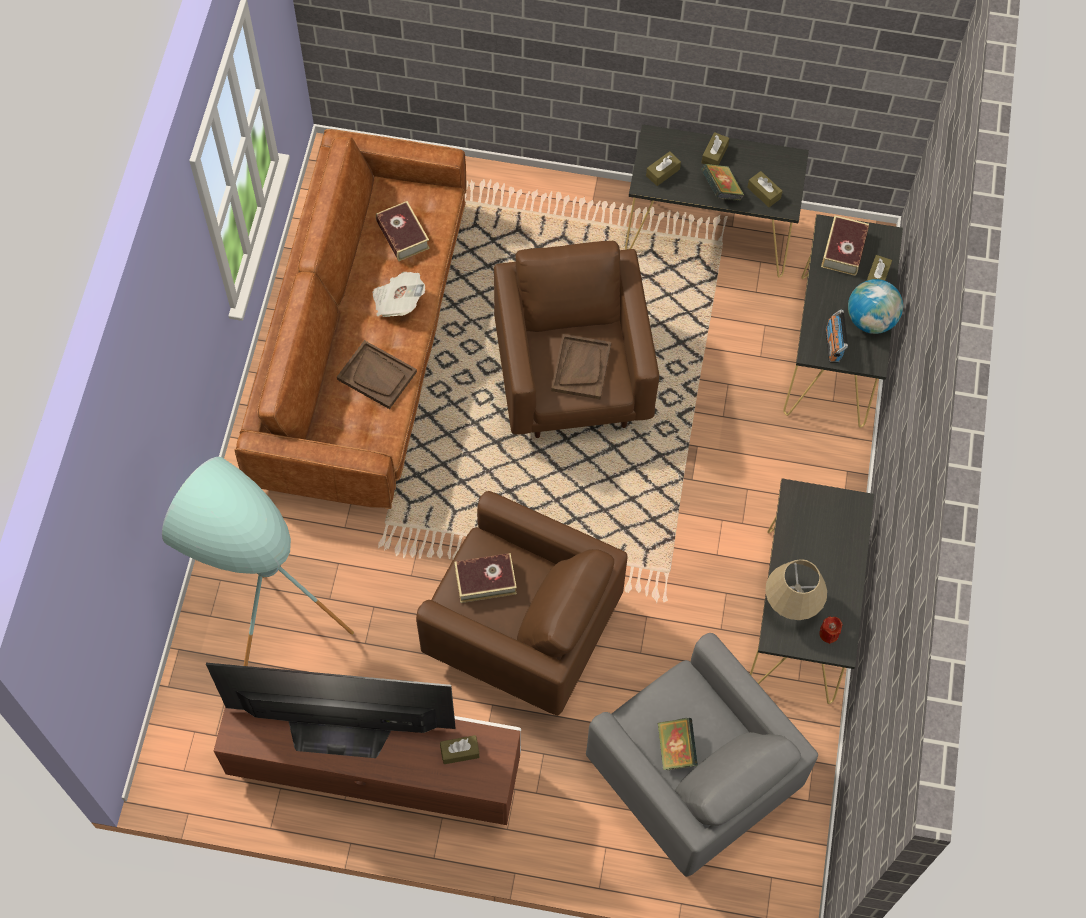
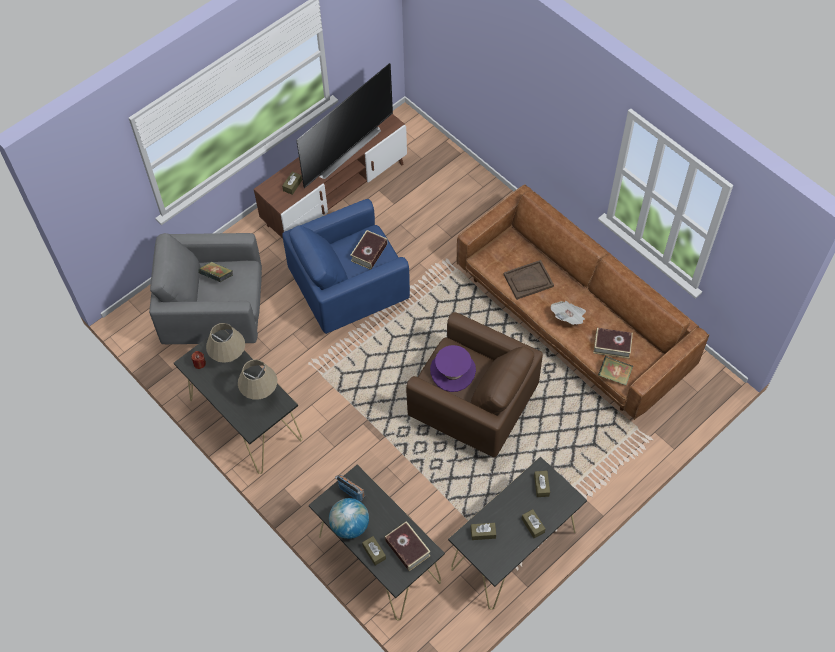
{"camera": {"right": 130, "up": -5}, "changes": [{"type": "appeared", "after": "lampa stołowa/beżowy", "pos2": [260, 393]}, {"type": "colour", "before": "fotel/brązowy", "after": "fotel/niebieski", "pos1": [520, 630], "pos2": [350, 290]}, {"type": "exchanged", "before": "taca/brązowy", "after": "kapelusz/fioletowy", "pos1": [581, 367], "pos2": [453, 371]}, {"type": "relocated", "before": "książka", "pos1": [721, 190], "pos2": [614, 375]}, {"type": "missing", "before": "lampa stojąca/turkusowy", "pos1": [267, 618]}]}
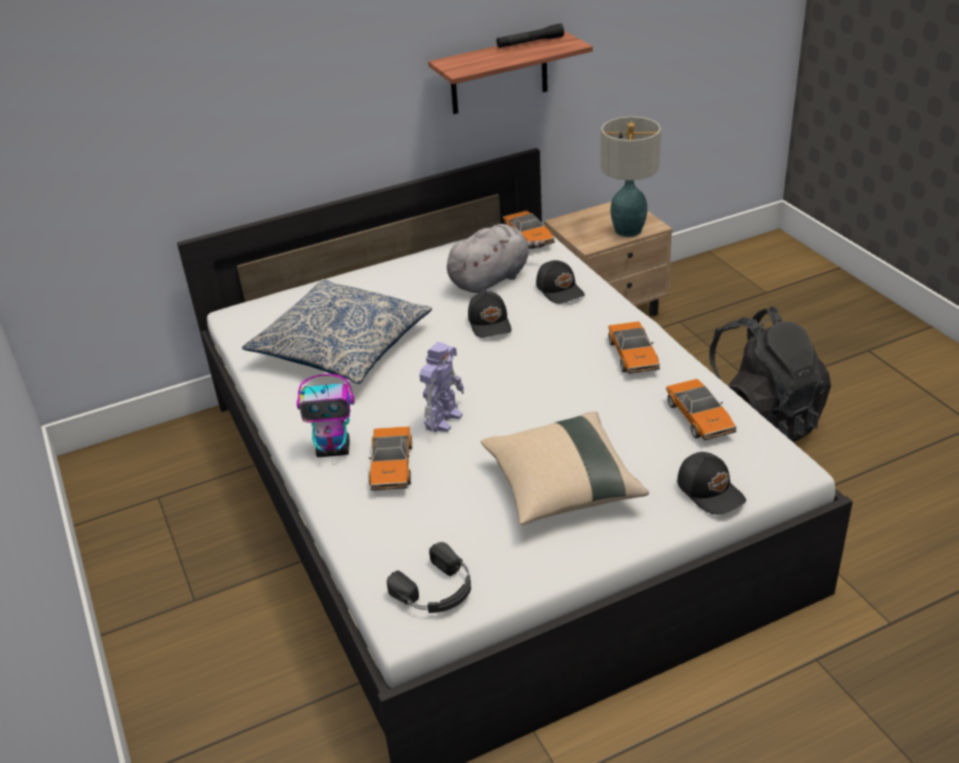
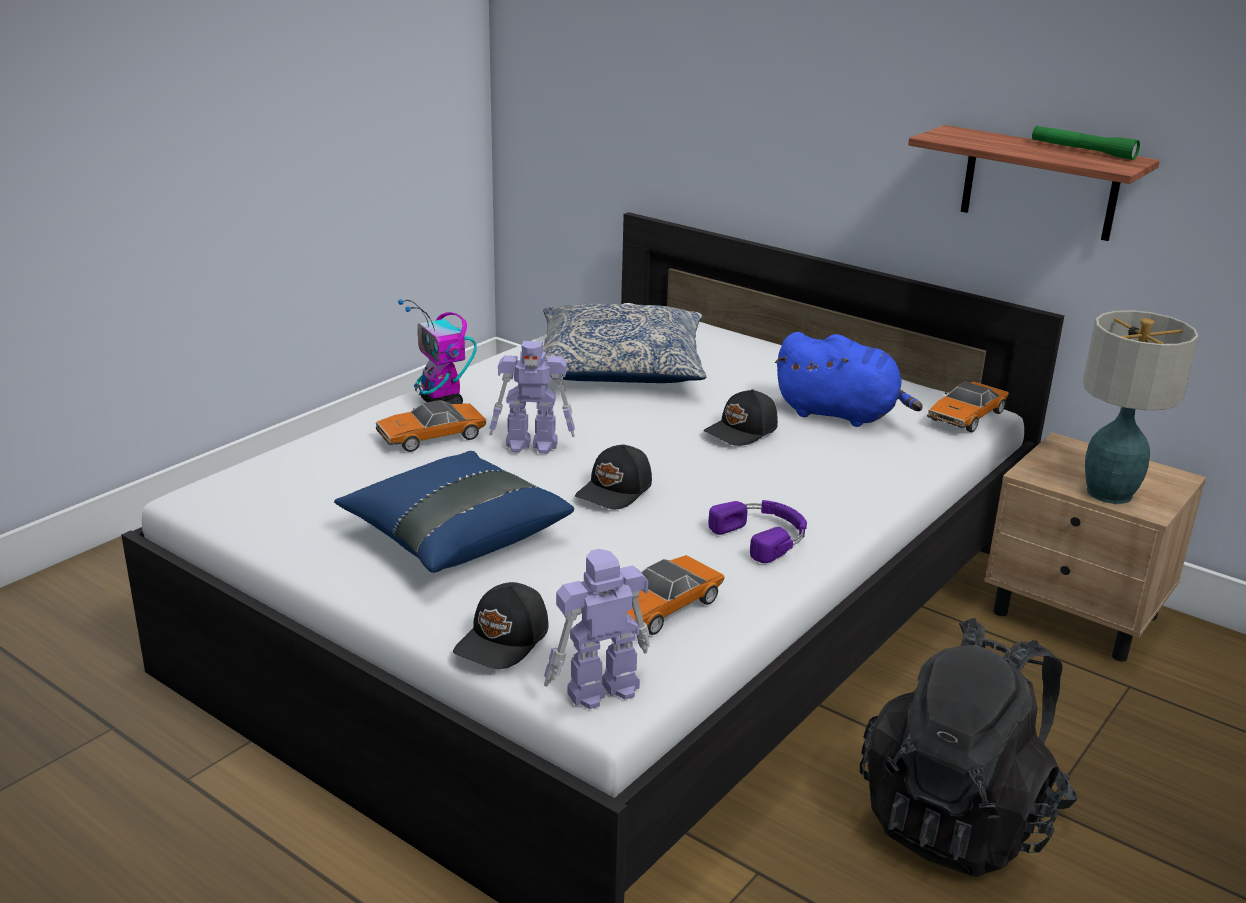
{"camera": {"right": 60, "up": -10}, "changes": [{"type": "colour", "before": "poduszka/beżowy", "after": "poduszka/niebieski", "pos1": [562, 486], "pos2": [454, 537]}, {"type": "appeared", "after": "robot zabawkowy", "pos2": [600, 690]}, {"type": "relocated", "before": "czapka z daszkiem/czarny", "pos1": [560, 290], "pos2": [615, 491]}, {"type": "exchanged", "before": "samochodzik", "after": "słuchawki/fioletowy", "pos1": [633, 356], "pos2": [764, 536]}, {"type": "colour", "before": "pluszak/szary", "after": "pluszak/niebieski", "pos1": [491, 279], "pos2": [841, 414]}, {"type": "colour", "before": "latarka/czarny", "after": "latarka/zielony", "pos1": [530, 42], "pos2": [1082, 151]}, {"type": "missing", "before": "słuchawki/czarny", "pos1": [437, 590]}]}
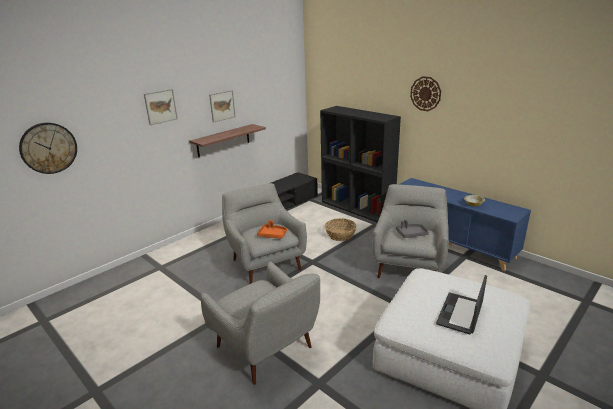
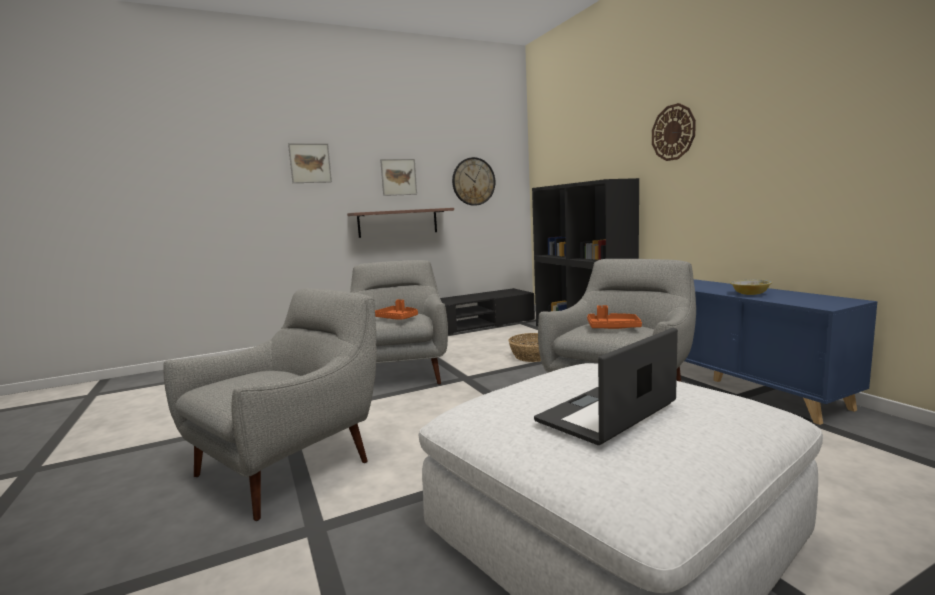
{"camera": {"right": 20, "up": -15}, "changes": [{"type": "spun", "before": "fotel/szary", "pos1": [266, 349], "pos2": [290, 465], "turn": -120}, {"type": "relocated", "before": "zegar ścienny", "pos1": [48, 148], "pos2": [473, 181]}, {"type": "colour", "before": "taca/szary", "after": "taca/pomarańczowy", "pos1": [411, 234], "pos2": [612, 328]}]}
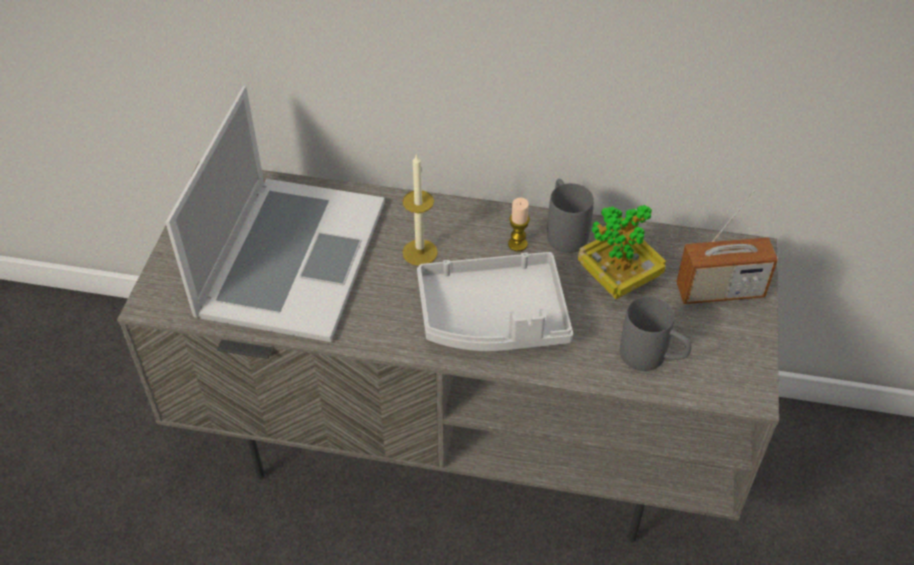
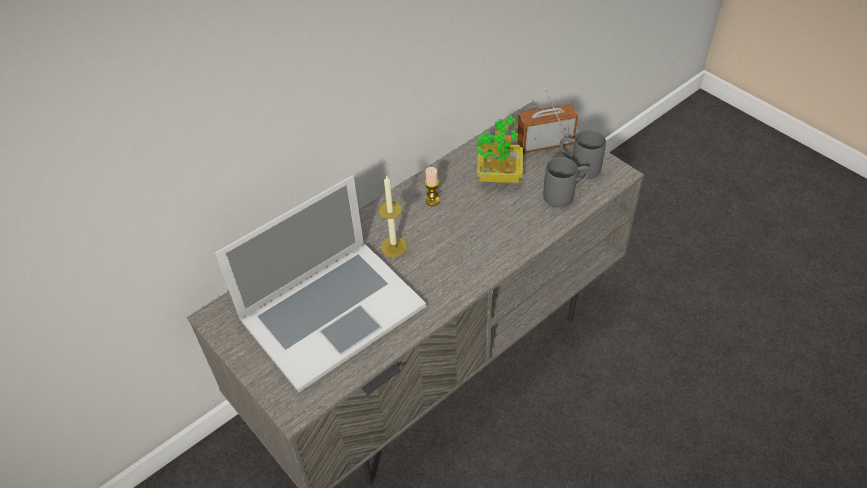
{"camera": {"right": -50, "up": 0}, "changes": [{"type": "spun", "before": "laptop", "pos1": [290, 257], "pos2": [331, 311], "turn": 90}, {"type": "spun", "before": "radio", "pos1": [720, 291], "pos2": [545, 143], "turn": -135}, {"type": "relocated", "before": "kubek/szary", "pos1": [564, 230], "pos2": [578, 167]}, {"type": "missing", "before": "taca/szary", "pos1": [493, 318]}]}
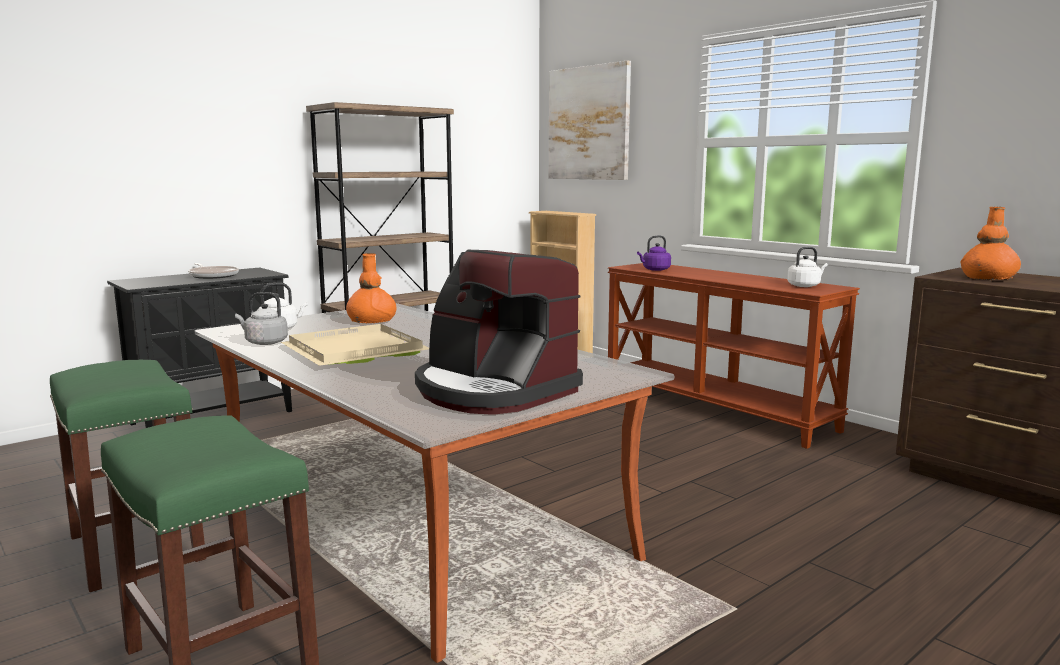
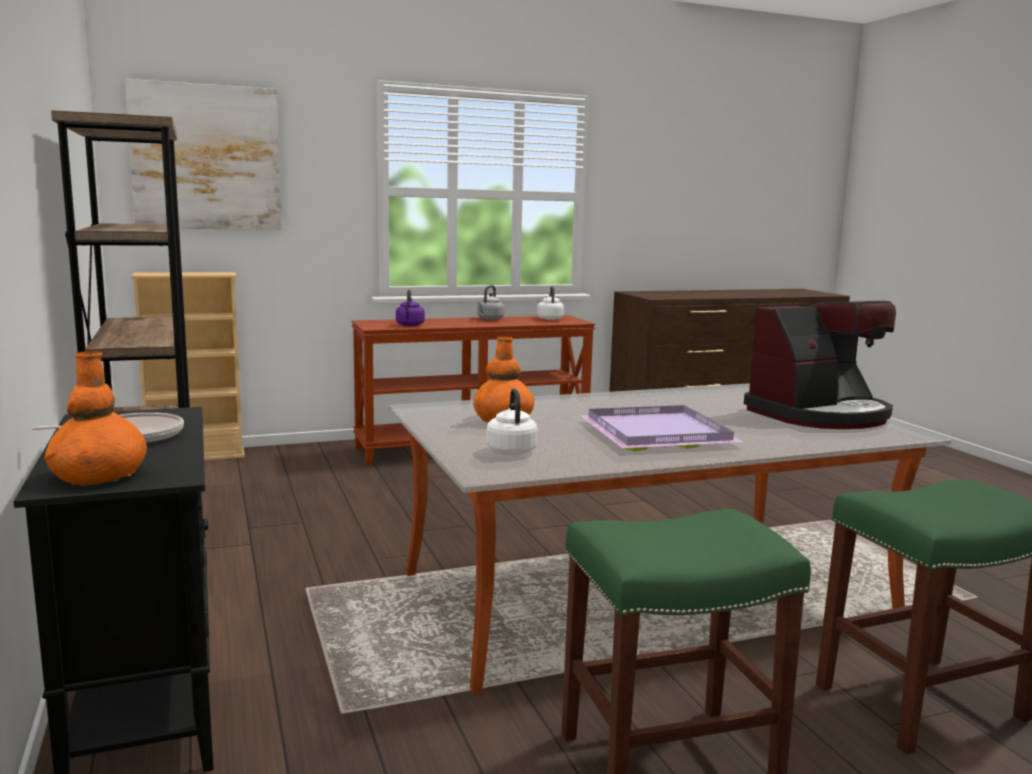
{"camera": {"right": -70, "up": 0}, "changes": [{"type": "relocated", "before": "wazon/pomarańczowy", "pos1": [988, 278], "pos2": [99, 475]}, {"type": "relocated", "before": "czajnik/szary", "pos1": [264, 342], "pos2": [489, 319]}, {"type": "colour", "before": "taca/beżowy", "after": "taca/fioletowy", "pos1": [358, 351], "pos2": [658, 433]}]}
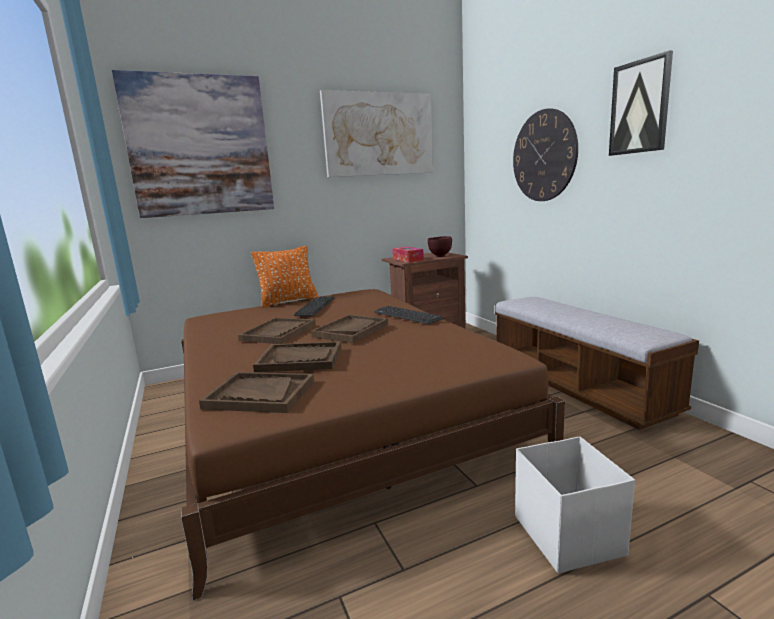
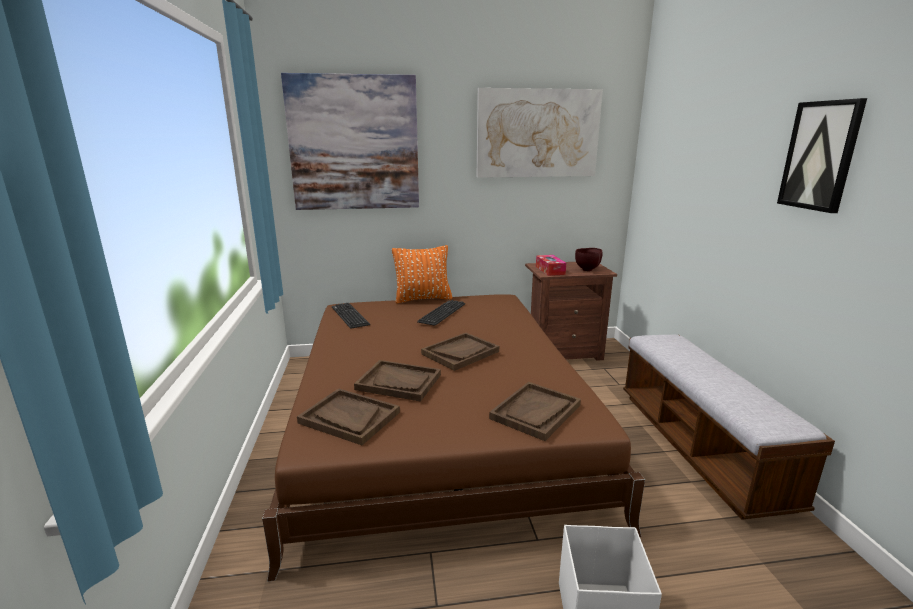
{"camera": {"right": 15, "up": 5}, "changes": [{"type": "relocated", "before": "klawiatura", "pos1": [407, 316], "pos2": [350, 316]}, {"type": "relocated", "before": "taca/brązowy", "pos1": [278, 332], "pos2": [535, 412]}, {"type": "missing", "before": "zegar ścienny", "pos1": [544, 156]}]}
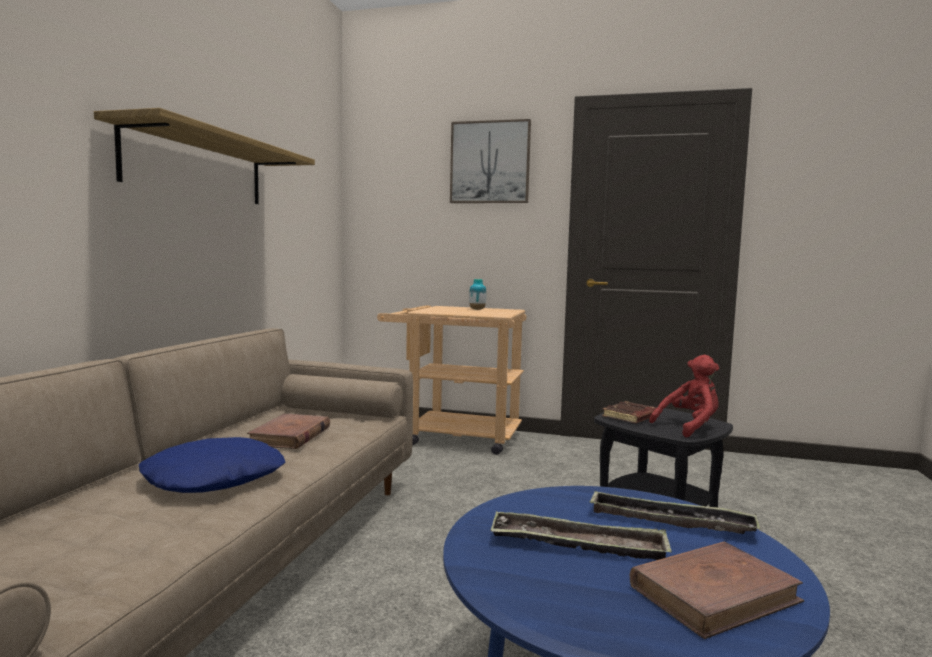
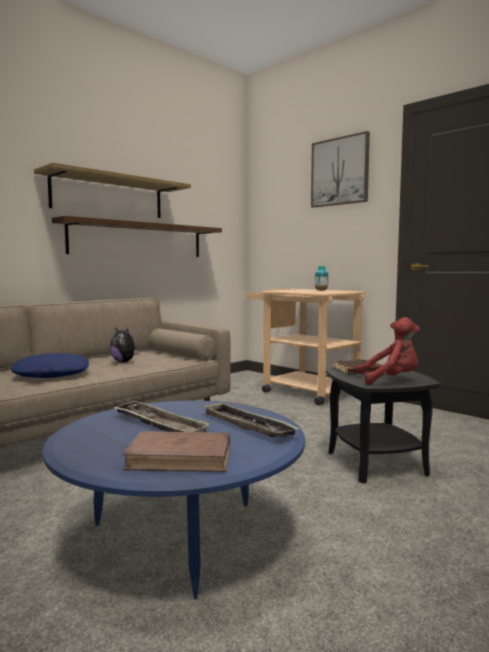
{"camera": {"right": 30, "up": 0}, "changes": [{"type": "appeared", "after": "półka/brązowy", "pos2": [138, 240]}, {"type": "exchanged", "before": "książka/brązowy", "after": "pluszak", "pos1": [290, 436], "pos2": [124, 362]}]}
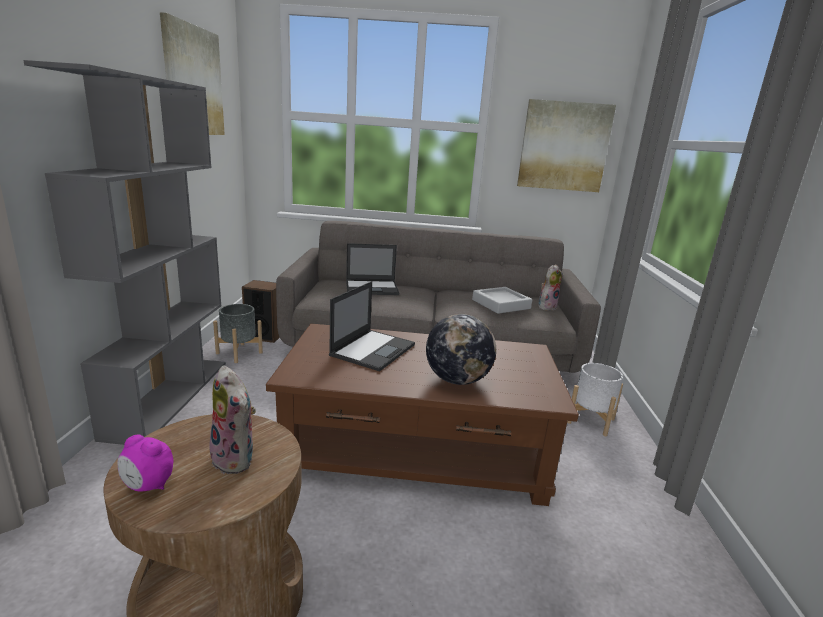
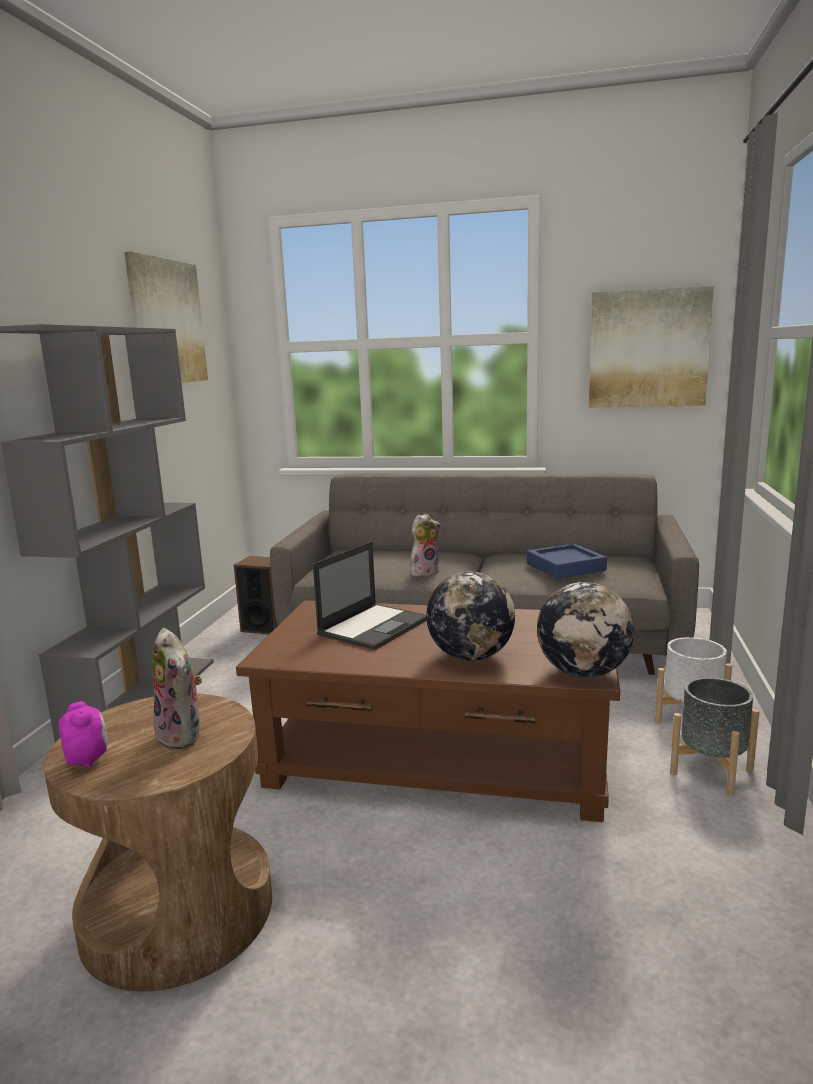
{"camera": {"right": 10, "up": -5}, "changes": [{"type": "spun", "before": "budzik", "pos1": [148, 486], "pos2": [88, 760], "turn": -150}, {"type": "relocated", "before": "pluszak", "pos1": [546, 307], "pos2": [424, 572]}, {"type": "colour", "before": "taca/szary", "after": "taca/niebieski", "pos1": [501, 304], "pos2": [565, 567]}, {"type": "appeared", "after": "globus", "pos2": [583, 672]}, {"type": "relocated", "before": "donica/szary", "pos1": [239, 353], "pos2": [712, 771]}, {"type": "missing", "before": "laptop", "pos1": [372, 288]}]}
